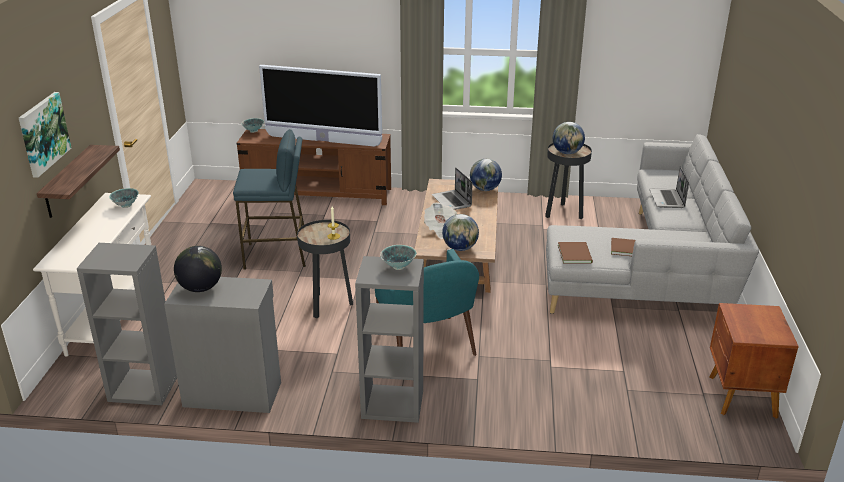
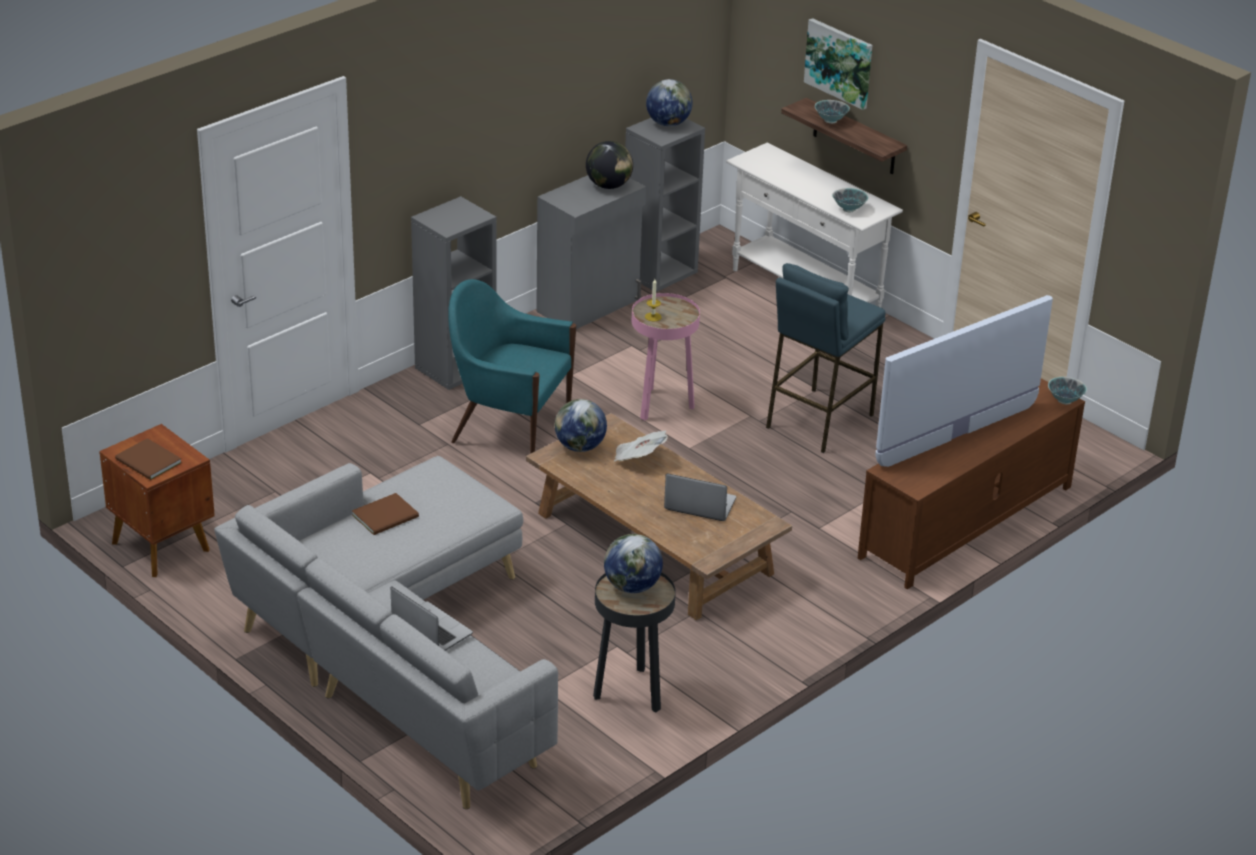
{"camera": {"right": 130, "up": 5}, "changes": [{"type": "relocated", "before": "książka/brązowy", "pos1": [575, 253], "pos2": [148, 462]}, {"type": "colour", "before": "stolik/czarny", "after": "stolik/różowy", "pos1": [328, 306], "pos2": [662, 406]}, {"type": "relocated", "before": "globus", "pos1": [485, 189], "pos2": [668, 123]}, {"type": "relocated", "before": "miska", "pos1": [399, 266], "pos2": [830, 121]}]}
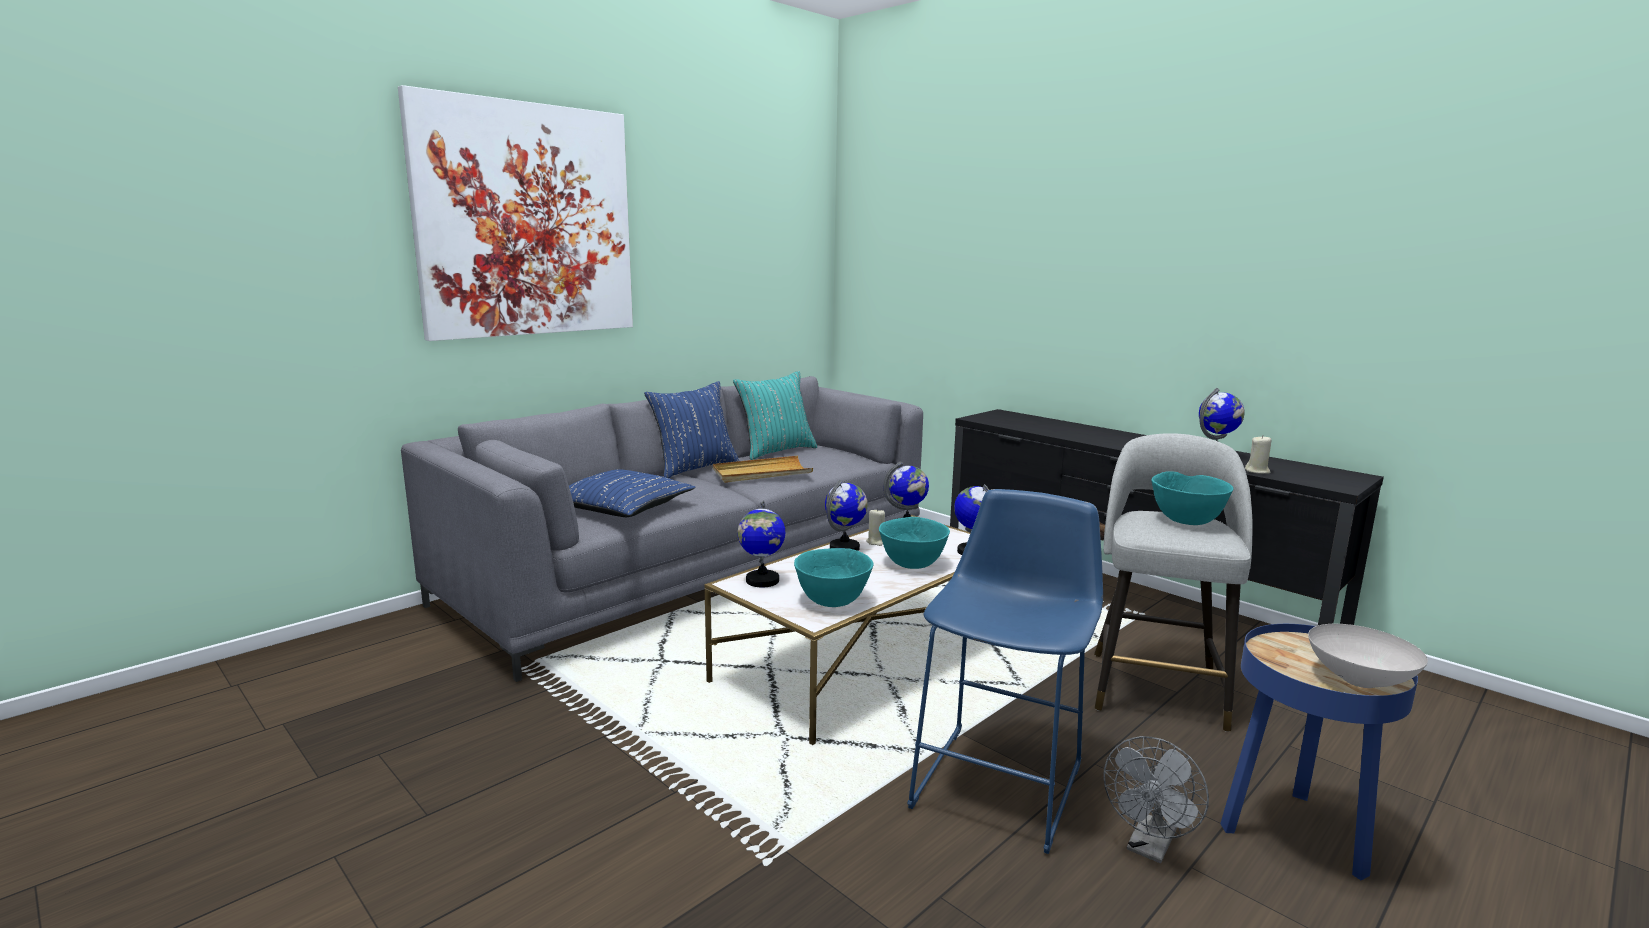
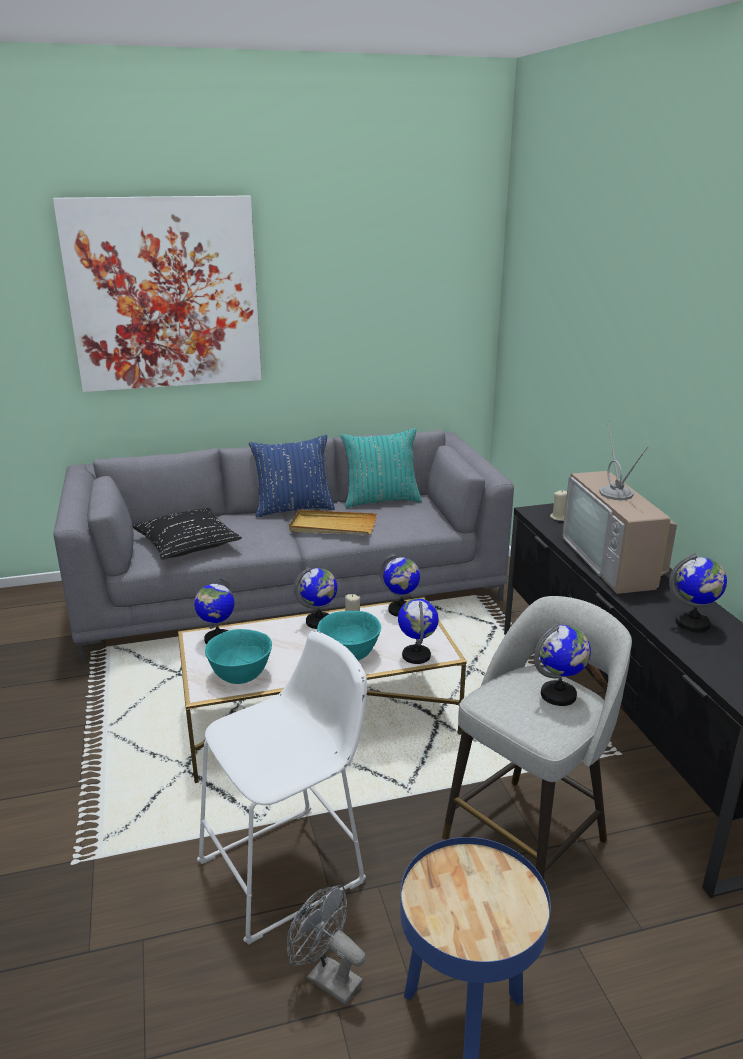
{"camera": {"right": 30, "up": 10}, "changes": [{"type": "colour", "before": "poduszka/niebieski", "after": "poduszka/czarny", "pos1": [621, 507], "pos2": [187, 543]}, {"type": "colour", "before": "stołek/niebieski", "after": "stołek/biały", "pos1": [1002, 780], "pos2": [290, 869]}, {"type": "spun", "before": "wentylator/szary", "pos1": [1149, 848], "pos2": [326, 977], "turn": 60}, {"type": "exchanged", "before": "miska/turkusowy", "after": "globus", "pos1": [1186, 520], "pos2": [559, 695]}, {"type": "relocated", "before": "świeca/beżowy", "pos1": [1257, 471], "pos2": [559, 517]}, {"type": "appeared", "after": "telewizor", "pos2": [615, 562]}, {"type": "missing", "before": "miska/biały", "pos1": [1358, 680]}]}
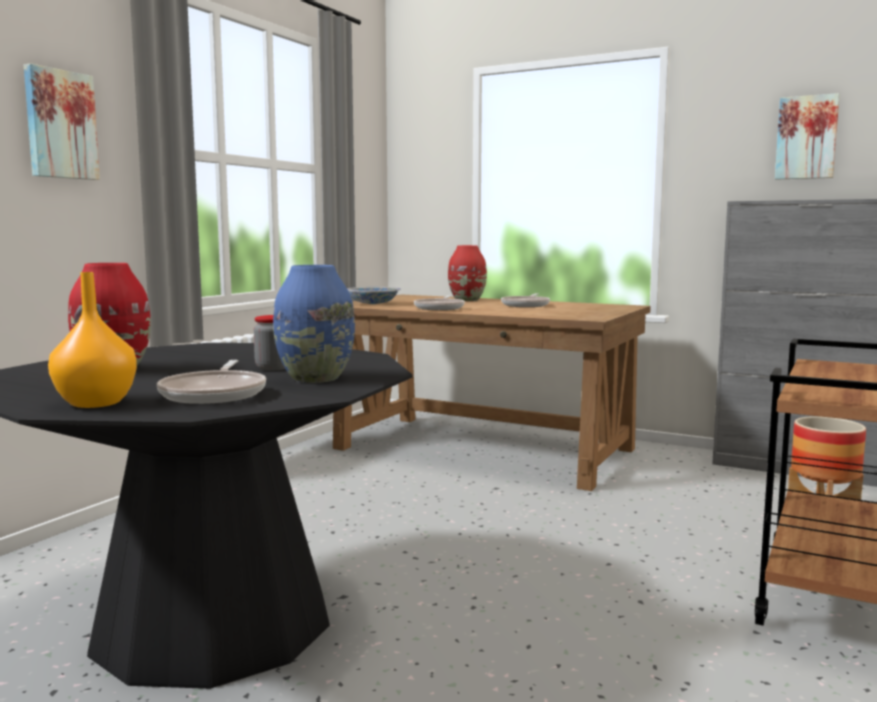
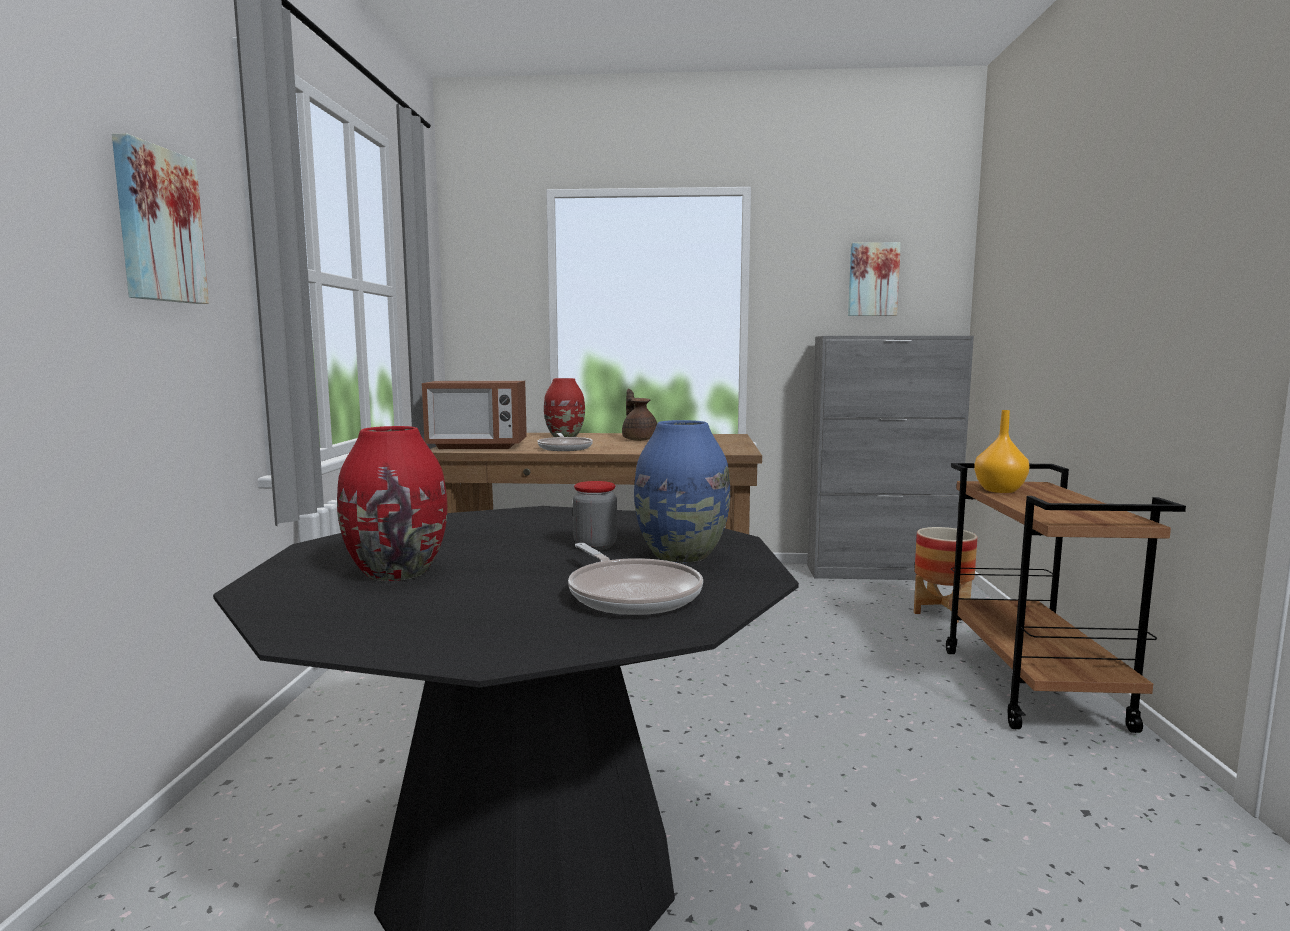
{"camera": {"right": -25, "up": 0}, "changes": [{"type": "exchanged", "before": "miska", "after": "mikrofalówka", "pos1": [373, 303], "pos2": [477, 446]}, {"type": "exchanged", "before": "patelnia", "after": "imbryk/brązowy", "pos1": [526, 305], "pos2": [639, 439]}, {"type": "relocated", "before": "wazon/pomarańczowy", "pos1": [95, 403], "pos2": [1000, 490]}]}
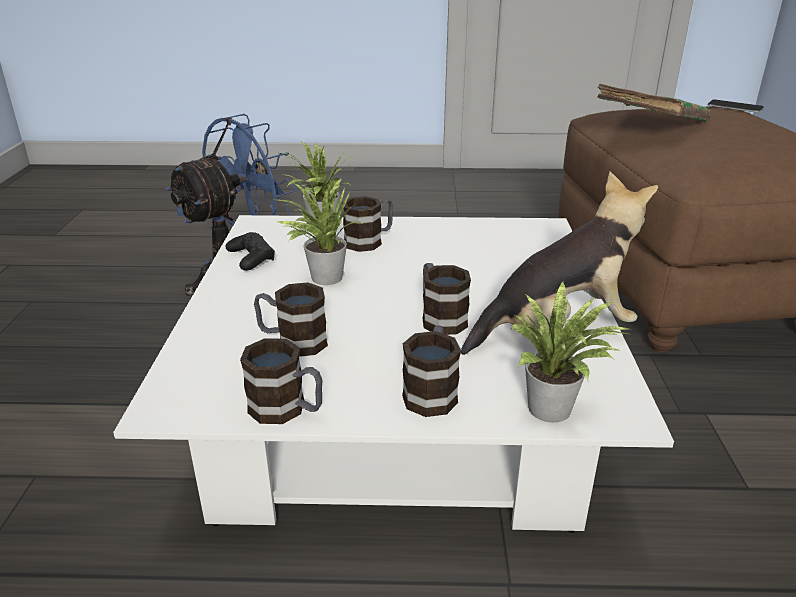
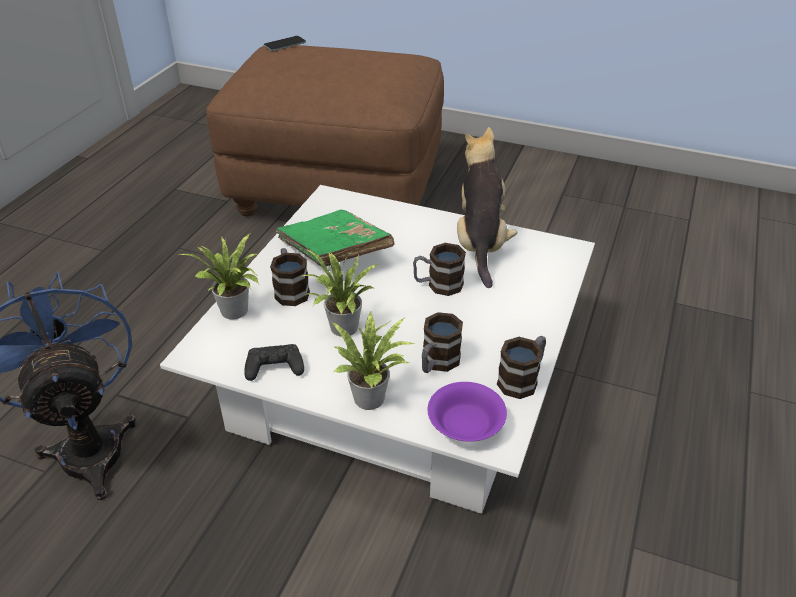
{"camera": {"right": -70, "up": 10}, "changes": [{"type": "relocated", "before": "książka/zielony", "pos1": [650, 125], "pos2": [334, 253]}, {"type": "relocated", "before": "roślina doniczkowa", "pos1": [554, 412], "pos2": [373, 397]}, {"type": "appeared", "after": "miska/fioletowy", "pos2": [466, 425]}, {"type": "missing", "before": "kubek", "pos1": [432, 391]}]}
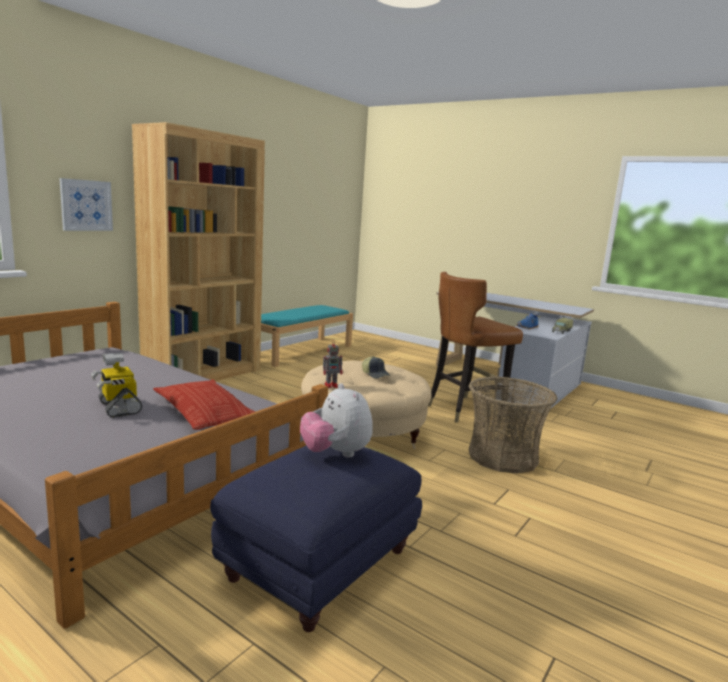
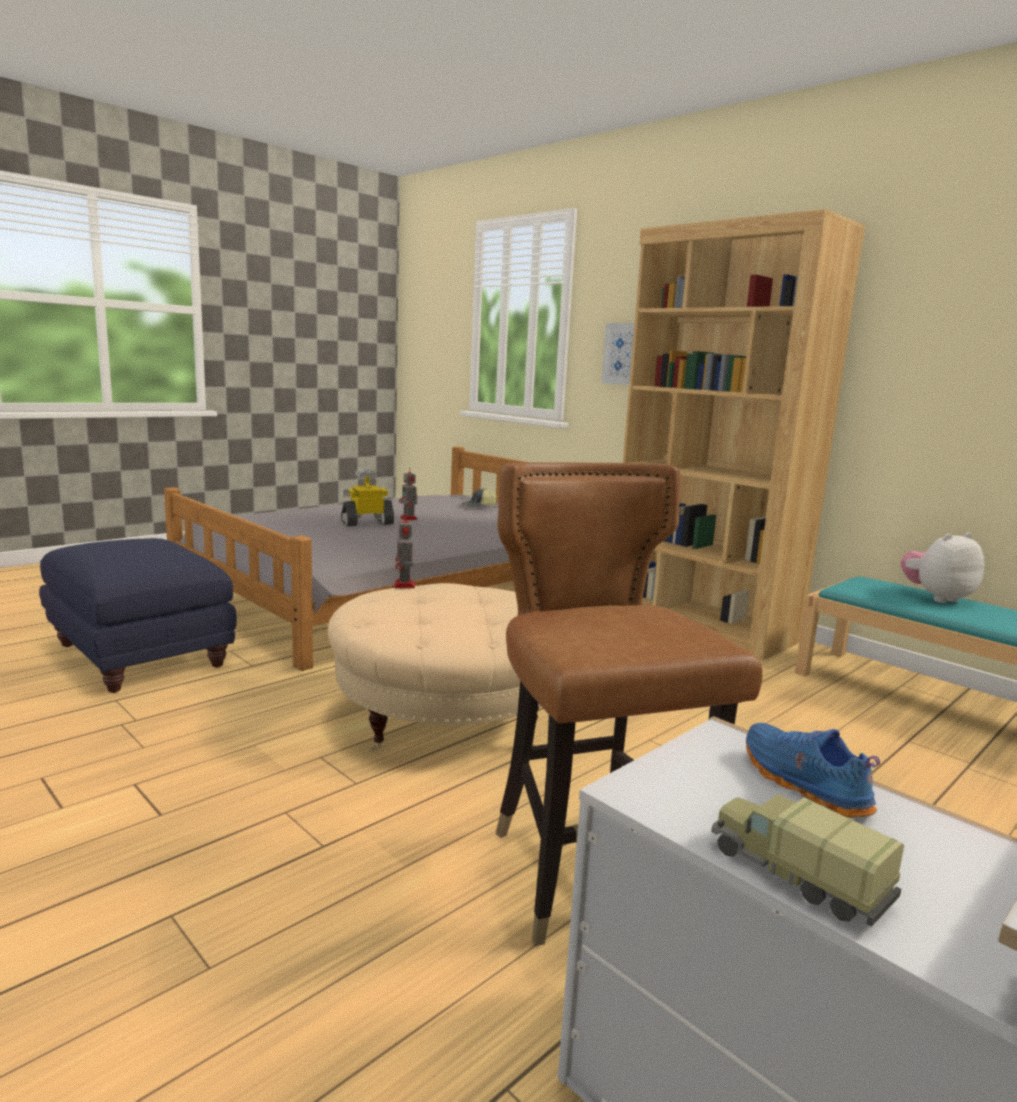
{"camera": {"right": 100, "up": 0}, "changes": [{"type": "appeared", "after": "robot zabawkowy", "pos2": [409, 518]}, {"type": "relocated", "before": "czapka z daszkiem", "pos1": [375, 374], "pos2": [479, 506]}, {"type": "relocated", "before": "pluszak", "pos1": [335, 454], "pos2": [936, 598]}, {"type": "missing", "before": "poduszka", "pos1": [205, 412]}, {"type": "missing", "before": "koszyk", "pos1": [503, 457]}]}
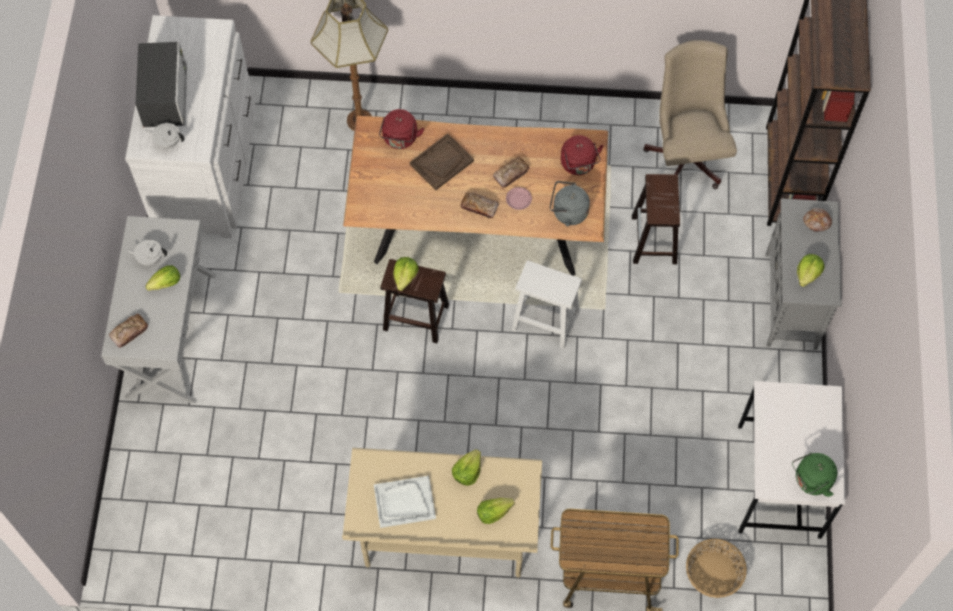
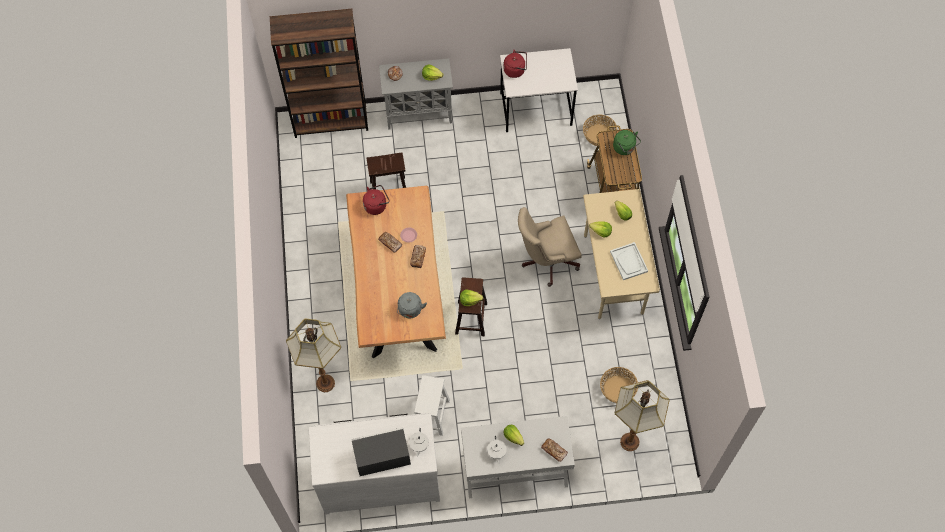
{"camera": {"right": -100, "up": 0}, "changes": [{"type": "relocated", "before": "czajnik/szary", "pos1": [567, 212], "pos2": [410, 310]}, {"type": "relocated", "before": "stołek/biały", "pos1": [544, 320], "pos2": [431, 415]}, {"type": "relocated", "before": "czajnik/czerwony", "pos1": [400, 139], "pos2": [515, 70]}, {"type": "relocated", "before": "krzesło biurowe/beżowy", "pos1": [686, 154], "pos2": [546, 260]}, {"type": "appeared", "after": "koszyk", "pos2": [617, 389]}, {"type": "relocated", "before": "czajnik/zielony", "pos1": [811, 481], "pos2": [625, 148]}, {"type": "appeared", "after": "lampa stojąca", "pos2": [628, 442]}, {"type": "missing", "before": "taca/brązowy", "pos1": [441, 162]}]}
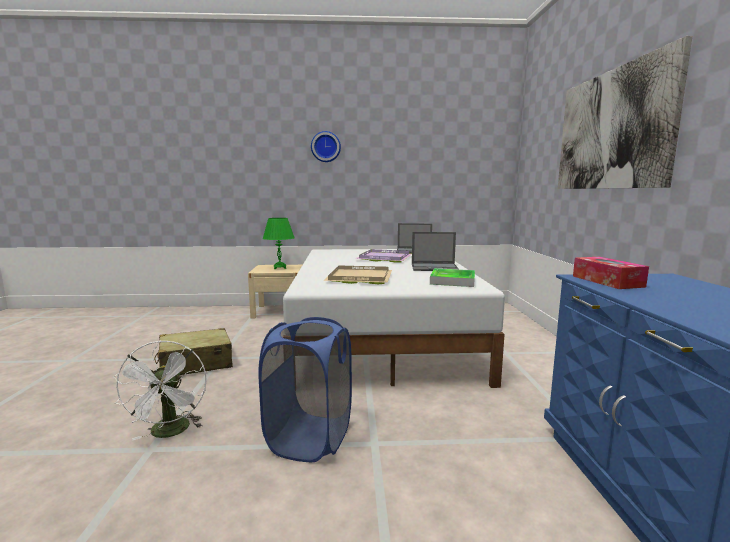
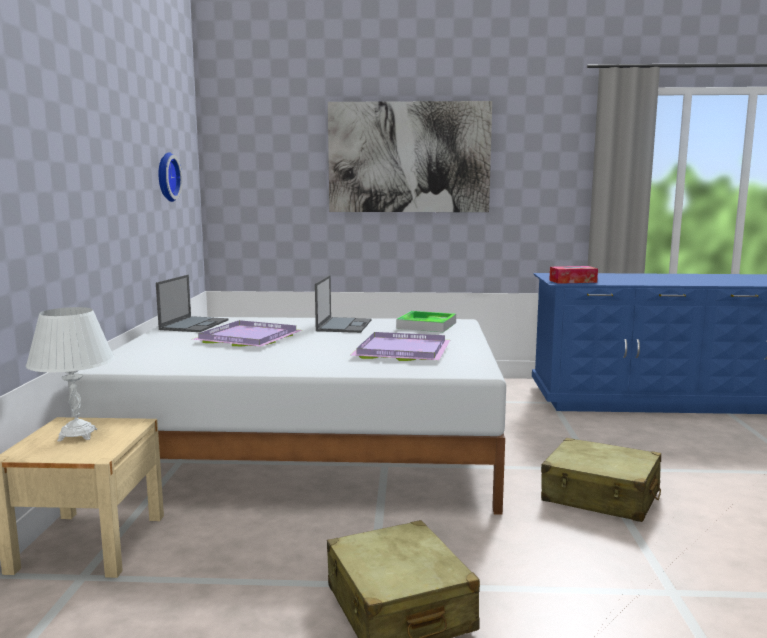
{"camera": {"right": -85, "up": 0}, "changes": [{"type": "colour", "before": "lampa stołowa/zielony", "after": "lampa stołowa/biały", "pos1": [280, 268], "pos2": [78, 435]}, {"type": "relocated", "before": "zegar ścienny", "pos1": [326, 147], "pos2": [166, 177]}, {"type": "colour", "before": "taca/beżowy", "after": "taca/fioletowy", "pos1": [360, 278], "pos2": [404, 351]}, {"type": "exchanged", "before": "kosz na pranie/niebieski", "after": "walizka/beżowy", "pos1": [310, 438], "pos2": [600, 496]}, {"type": "missing", "before": "wentylator/biały", "pos1": [170, 433]}]}
